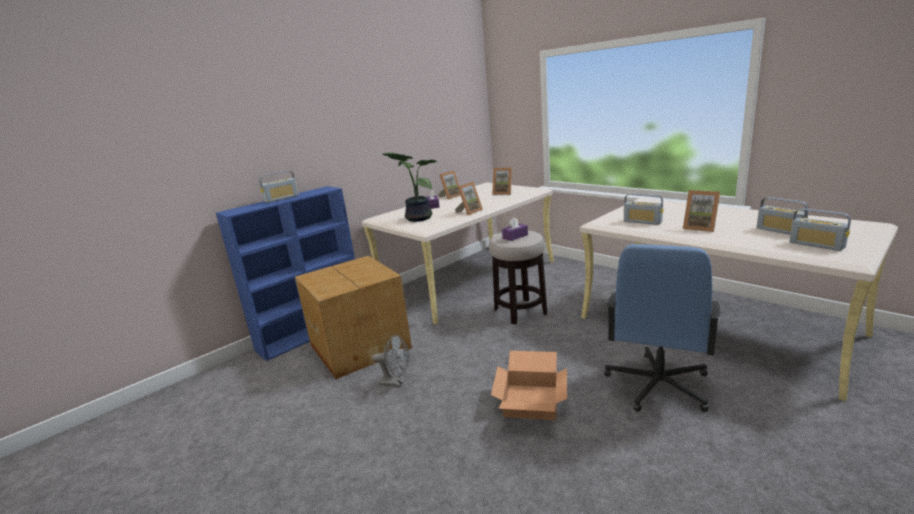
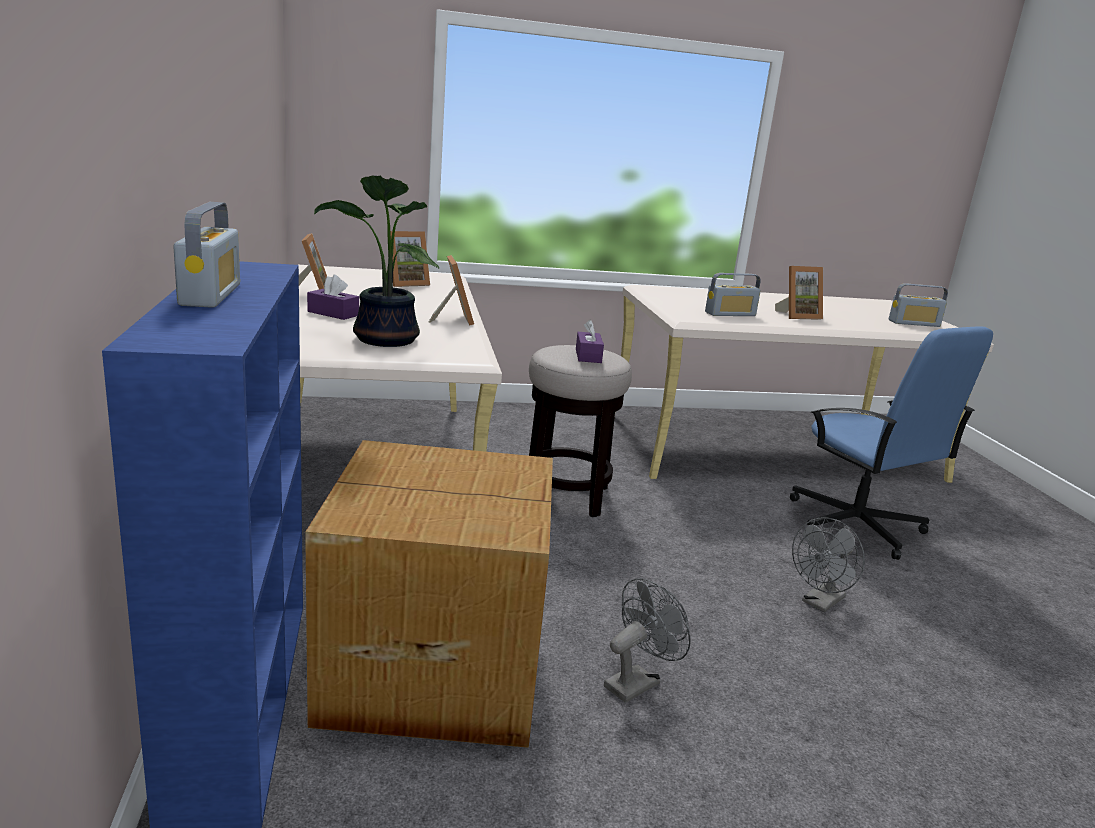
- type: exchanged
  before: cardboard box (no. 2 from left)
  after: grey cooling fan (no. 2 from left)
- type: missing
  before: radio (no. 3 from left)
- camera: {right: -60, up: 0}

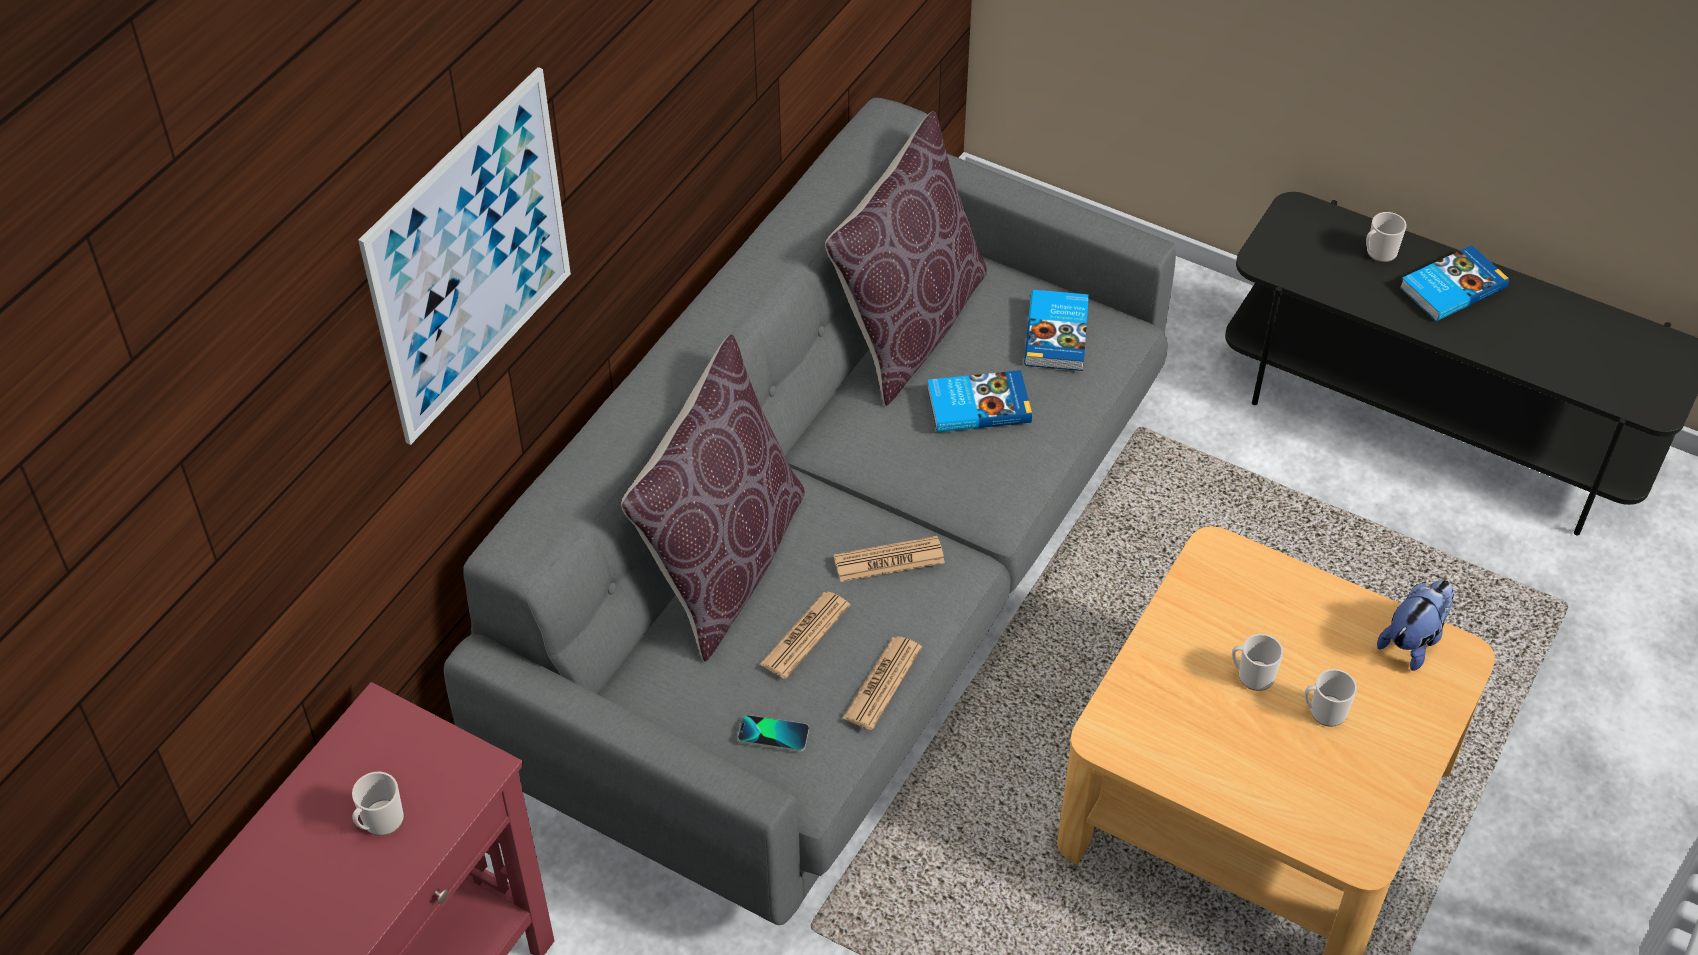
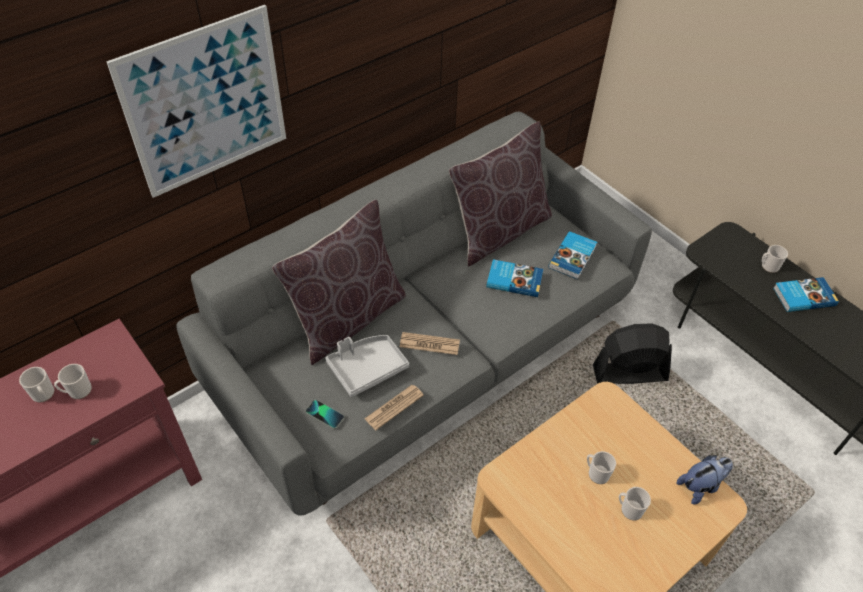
- type: appeared
  after: tea mug (no. 1 from left)
- type: exchanged
  before: newspaper (no. 1 from left)
  after: grey serving tray
- type: appeared
  after: black cooling fan
- camera: {right: 20, up: 0}

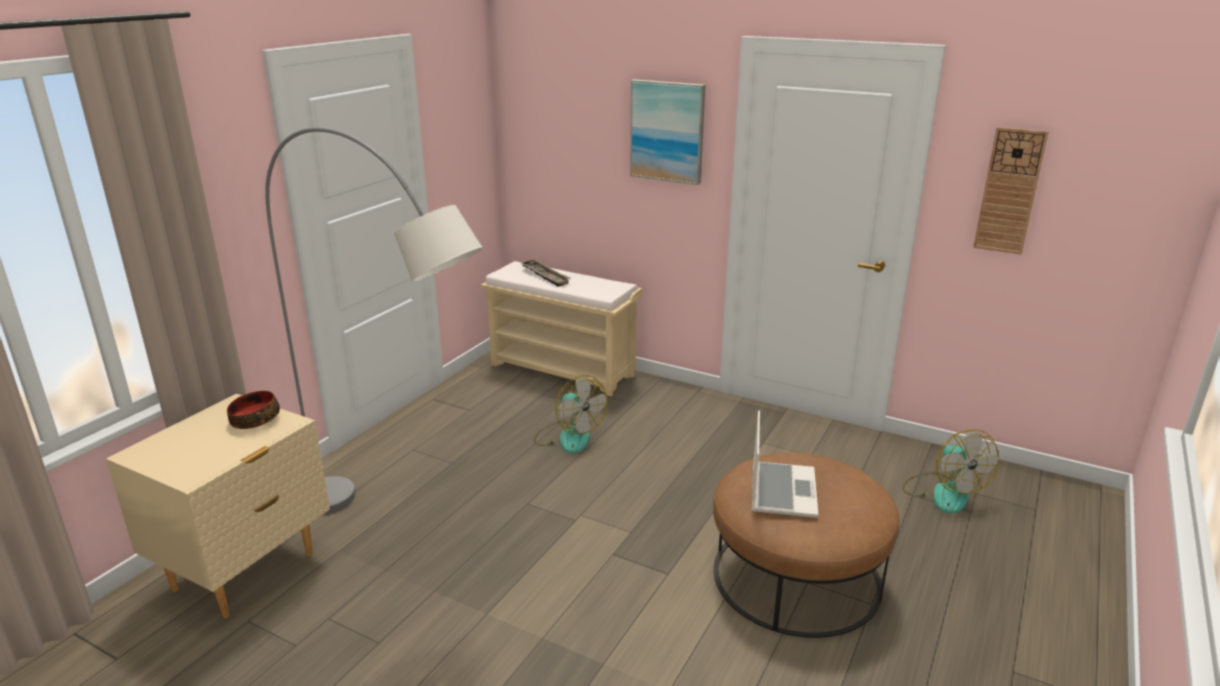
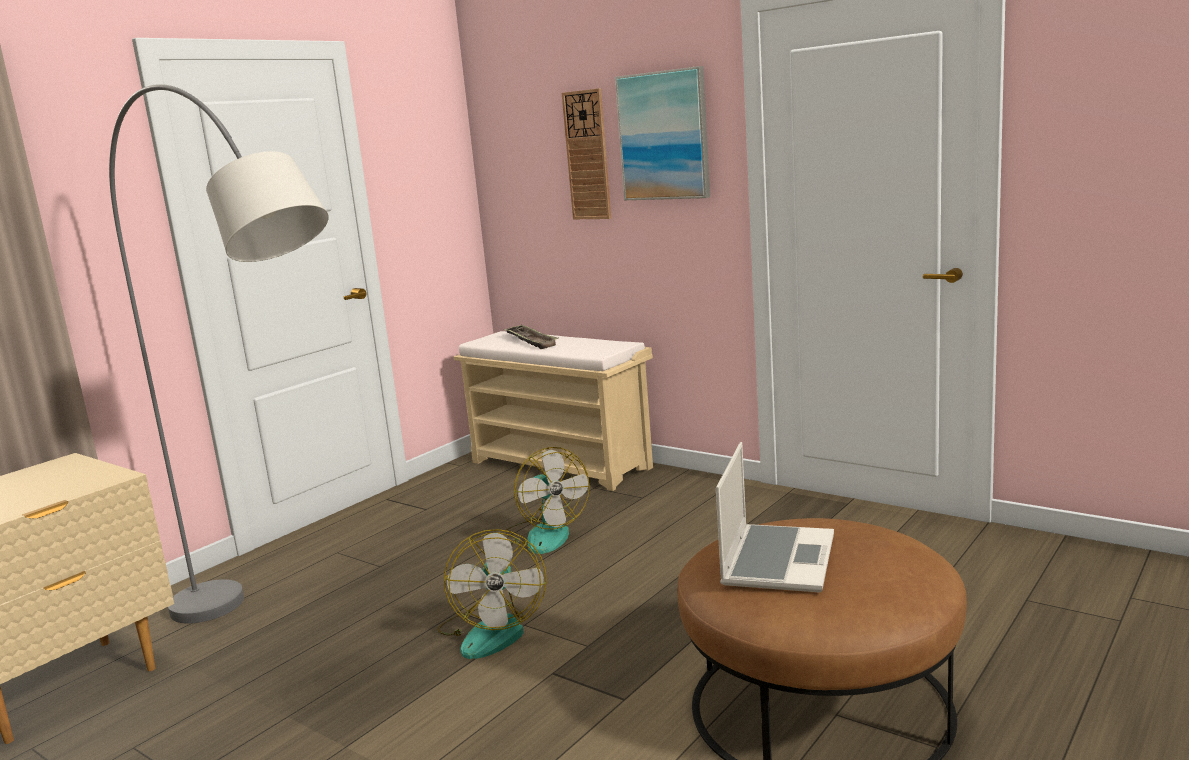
- type: relocated
  before: cooling fan (no. 2 from left in the first image)
  after: cooling fan (no. 1 from left)
- type: relocated
  before: wall clock
- type: missing
  before: serving bowl
- camera: {right: 10, up: -10}

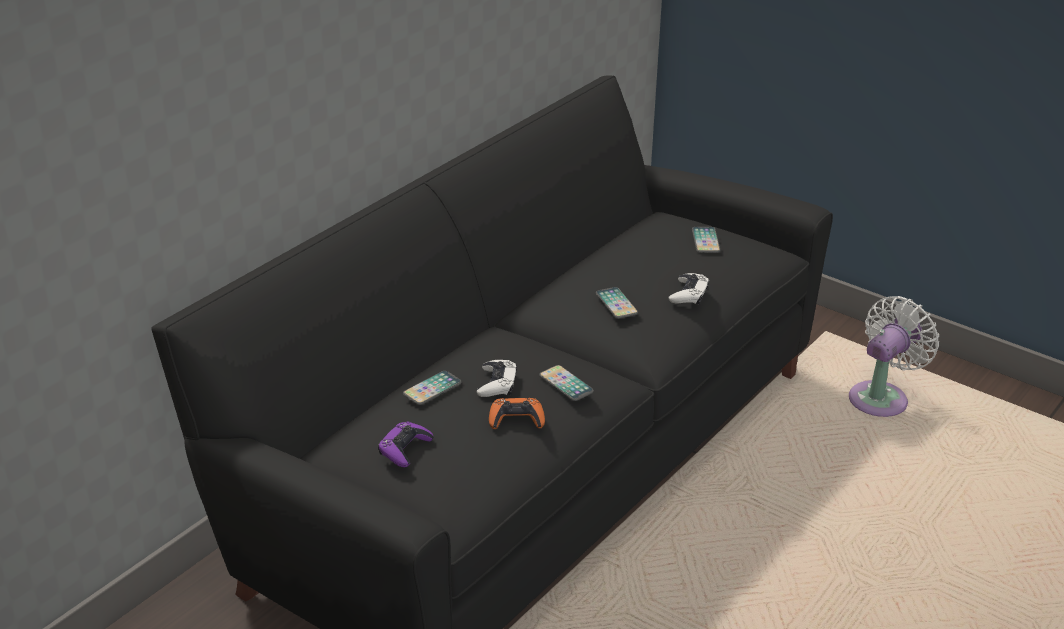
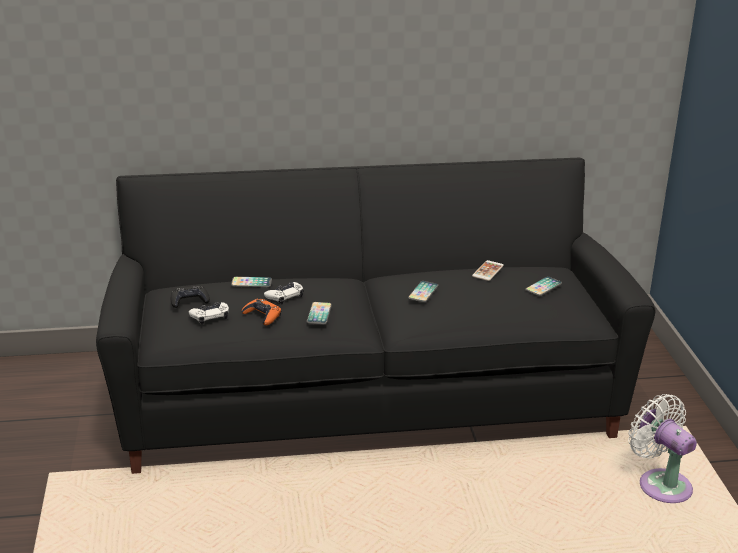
- type: colour
  before: purplish game controller
  after: black game controller
- type: relocated
  before: white-coloured game controller (no. 2 from left in the first image)
  after: white-coloured game controller (no. 1 from left)
- type: appeared
  after: phone (no. 4 from left)
- type: spun
  before: white-coloured cooling fan
  turn: -120
- camera: {right: 45, up: -5}

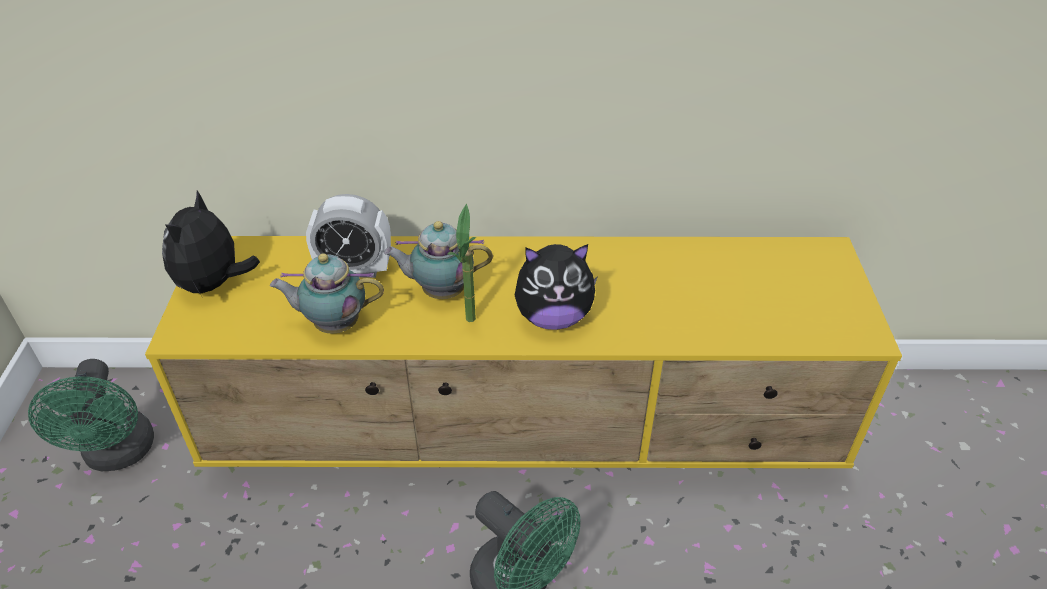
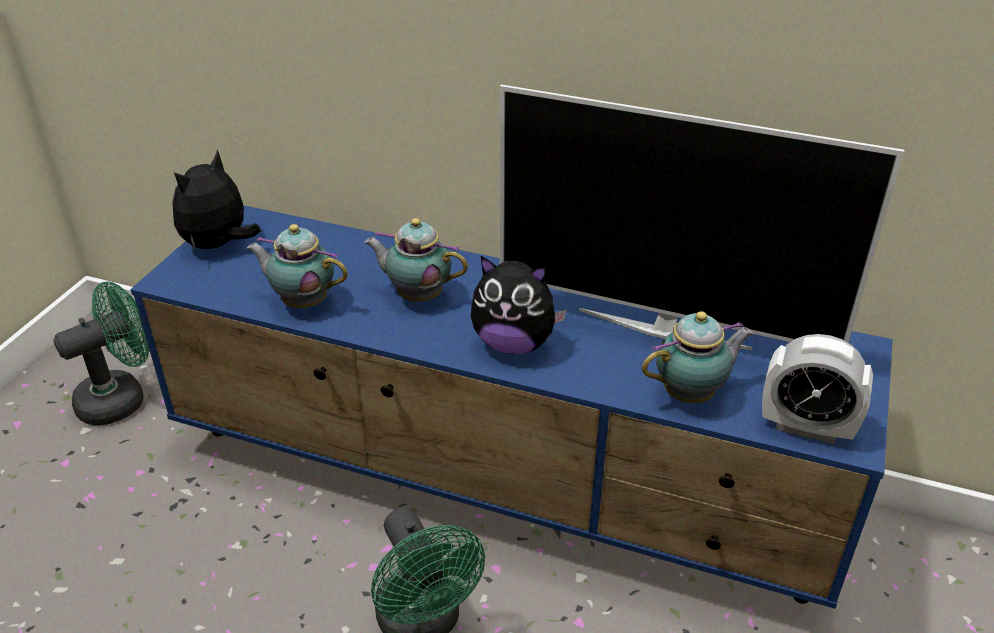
- type: spun
  before: green cooling fan (no. 1 from left)
  turn: -135
- type: colour
  before: yellow media console
  after: blue media console
- type: appeared
  after: television
- type: appeared
  after: pot for tea (no. 3 from left)
- type: relocated
  before: alarm clock
- type: missing
  before: houseplant
- camera: {right: 20, up: -5}

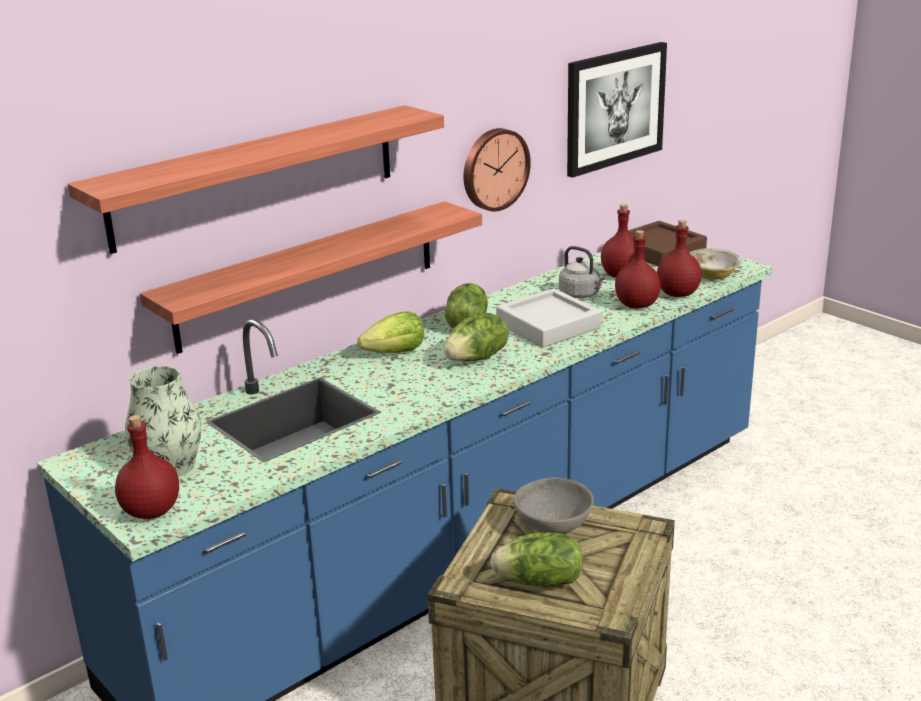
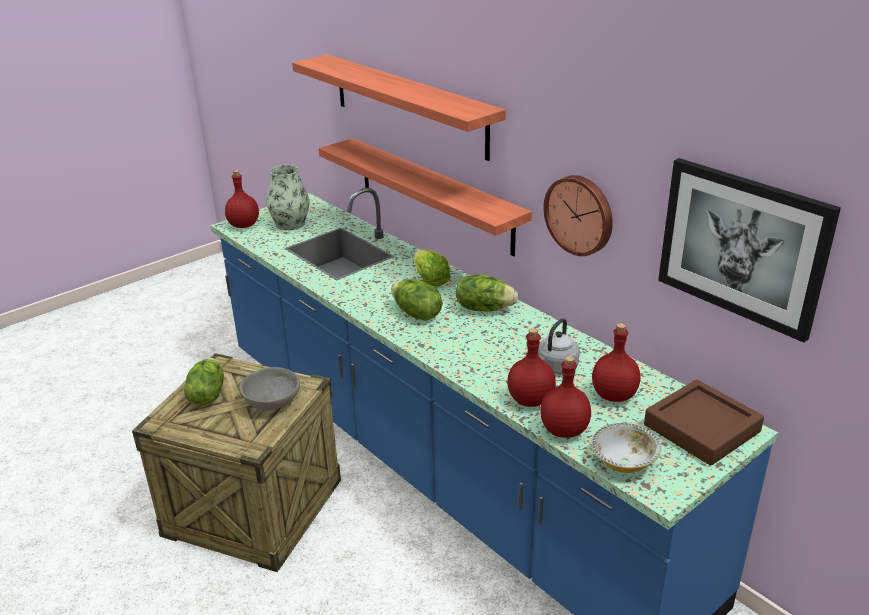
- type: missing
  before: grey serving tray
- camera: {right: 90, up: 5}

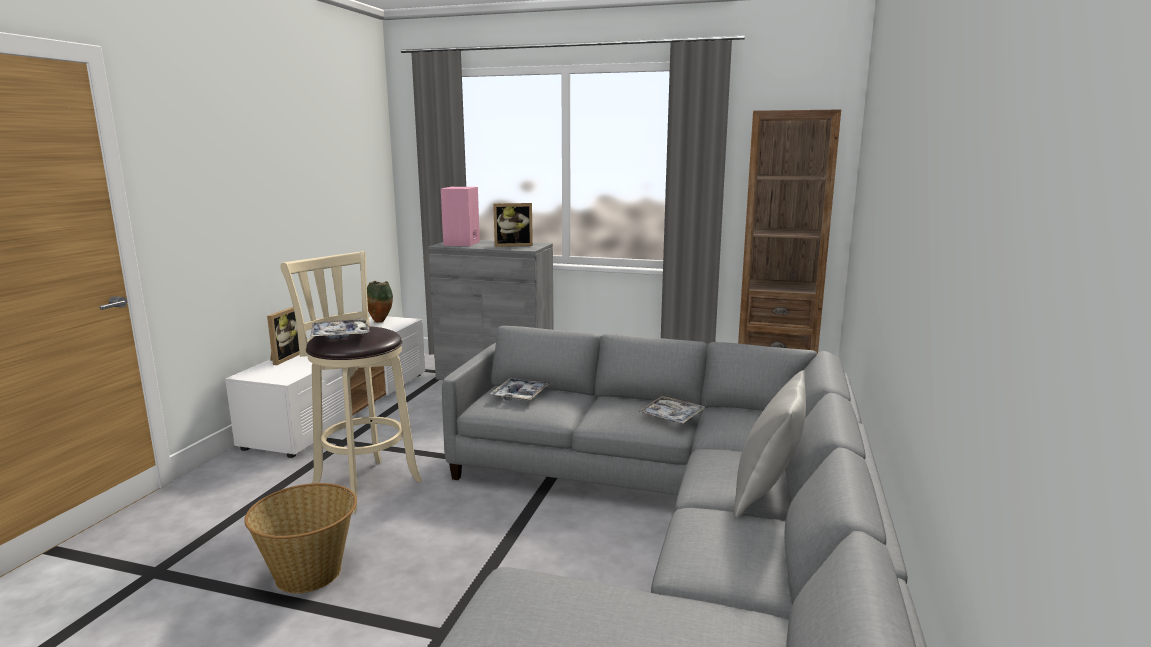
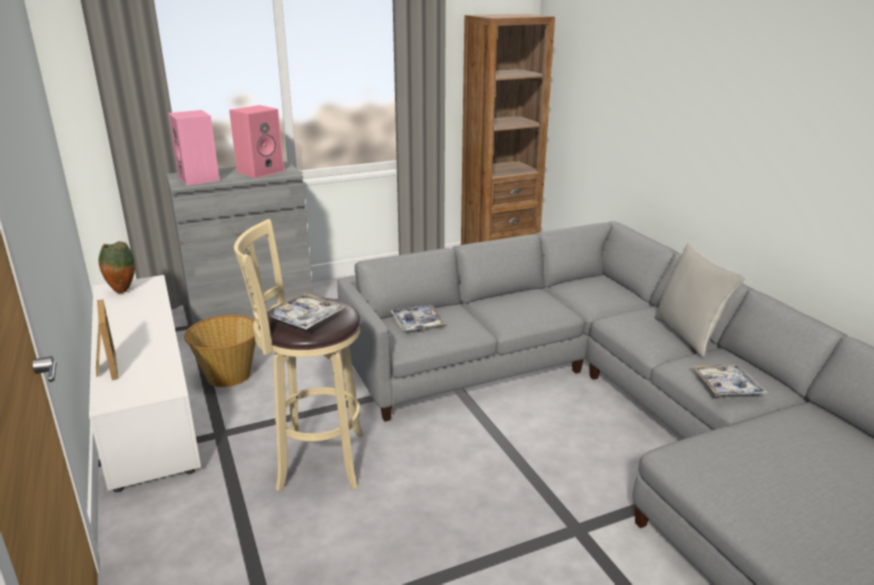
- type: relocated
  before: basket
- type: exchanged
  before: photo frame (no. 2 from left)
  after: pink-coloured audio speaker (no. 2 from left)
- type: relocated
  before: serving tray (no. 3 from left)
- camera: {right: -40, up: 10}

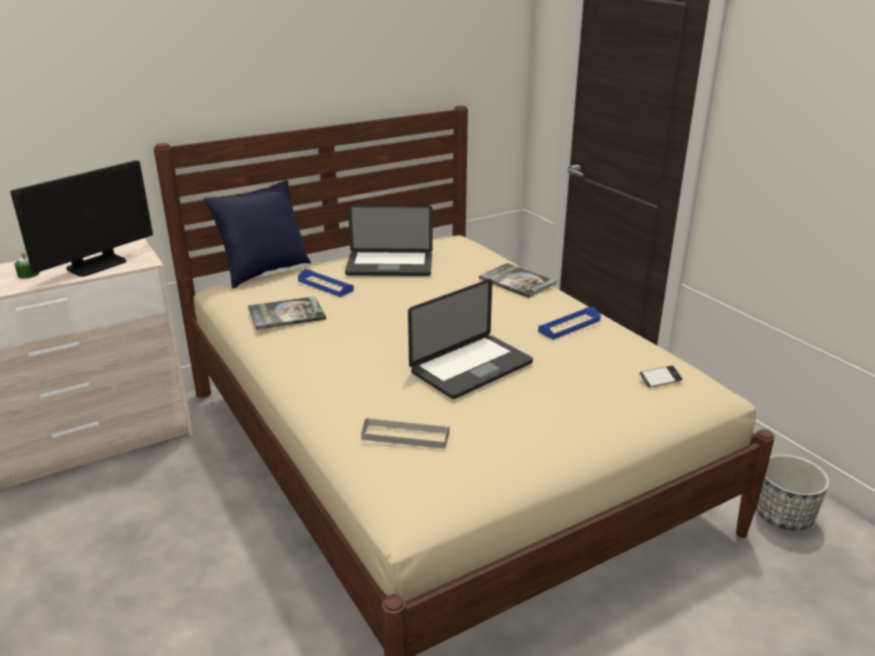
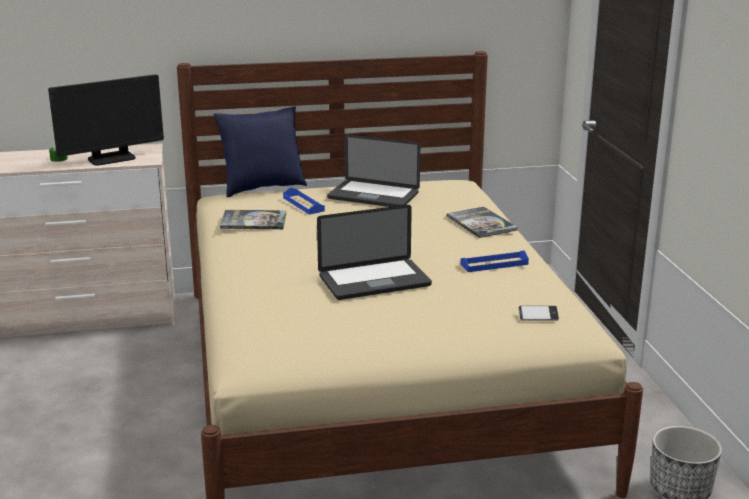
- type: missing
  before: grey serving tray
- camera: {right: 20, up: -5}

